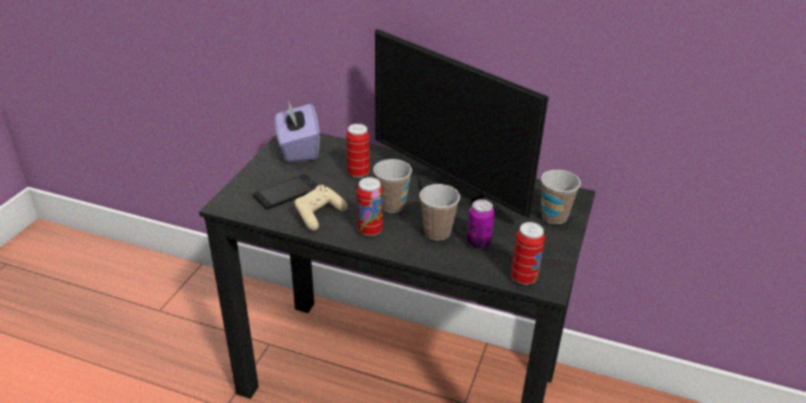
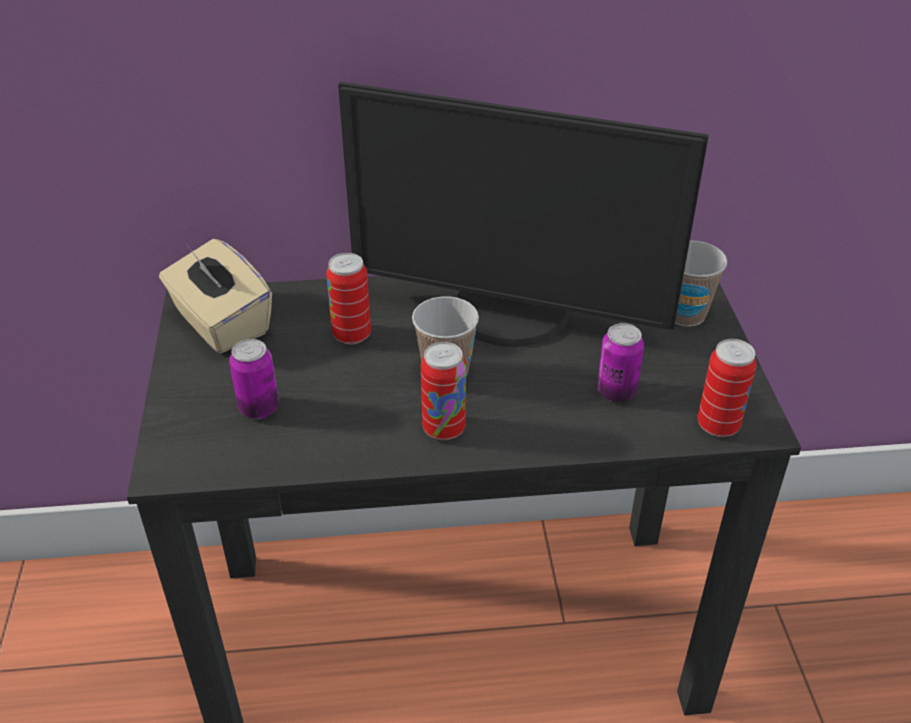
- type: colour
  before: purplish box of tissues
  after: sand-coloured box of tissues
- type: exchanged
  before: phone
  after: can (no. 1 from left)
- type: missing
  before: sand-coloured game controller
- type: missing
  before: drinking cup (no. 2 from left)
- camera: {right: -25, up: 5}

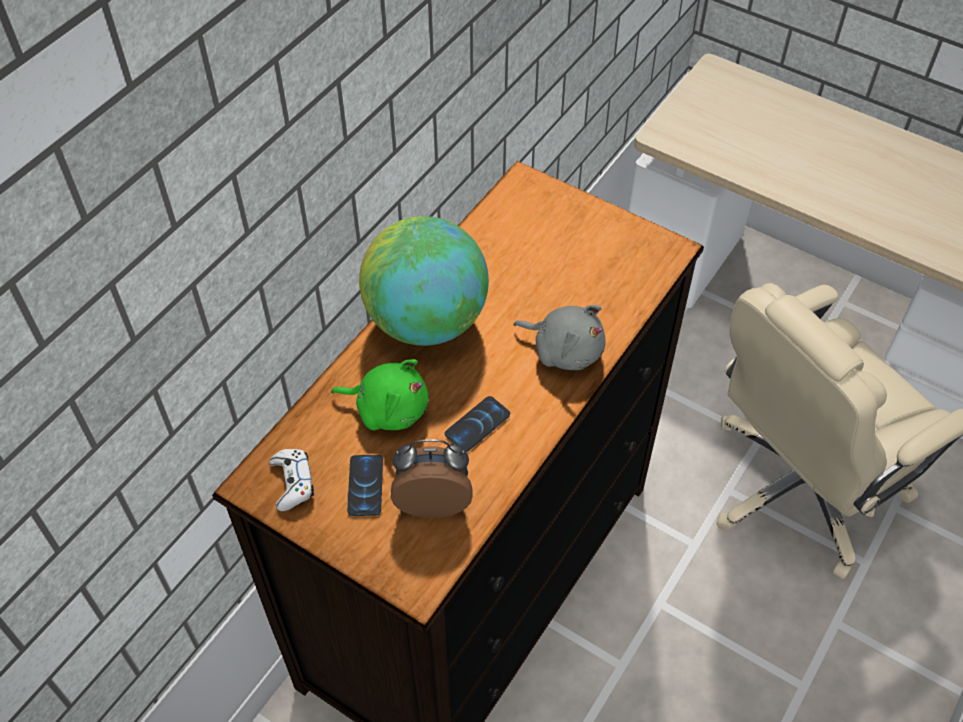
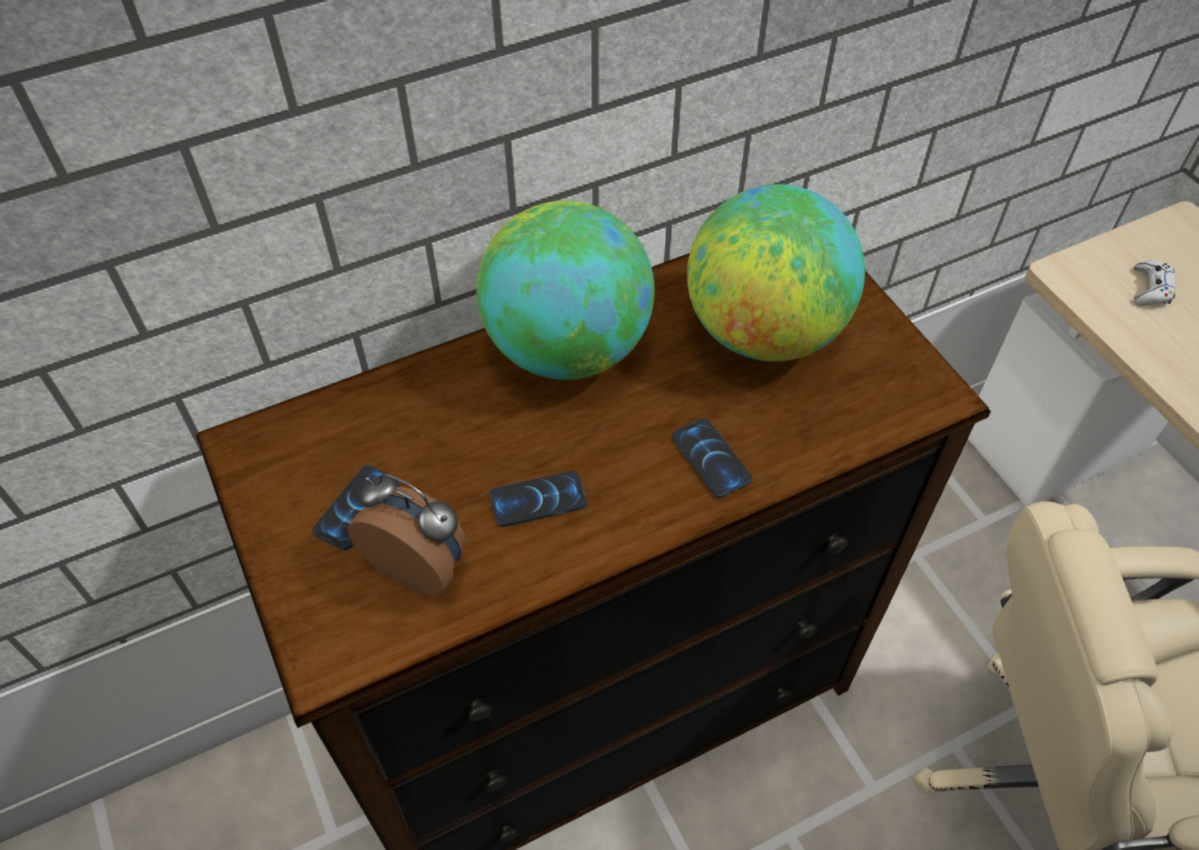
- type: exchanged
  before: grey cuddly toy
  after: phone (no. 3 from left)
- type: appeared
  after: desk globe (no. 2 from left)
- type: relocated
  before: white-coloured game controller
- type: missing
  before: green cuddly toy
- camera: {right: 30, up: 0}

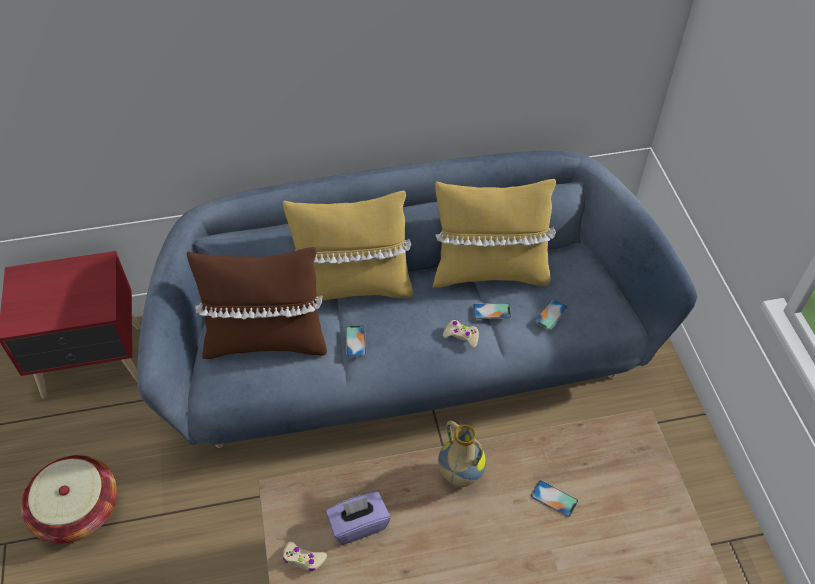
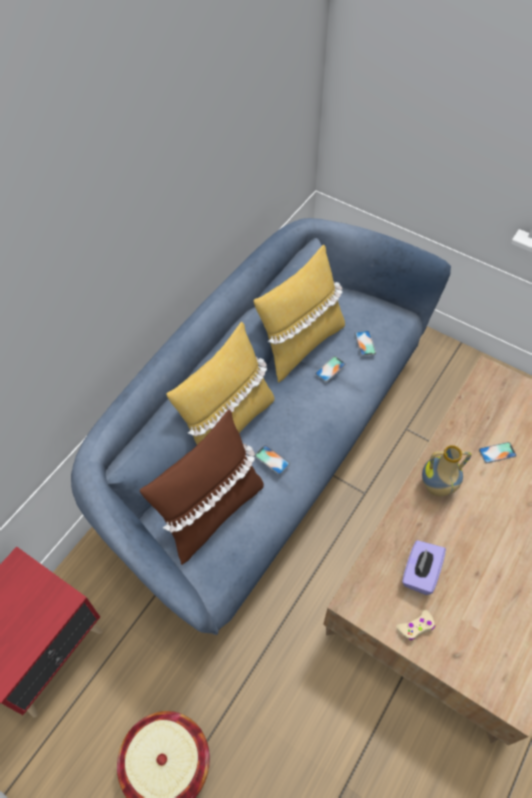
- type: missing
  before: sand-coloured game controller (no. 2 from left)
- camera: {right: -45, up: 5}

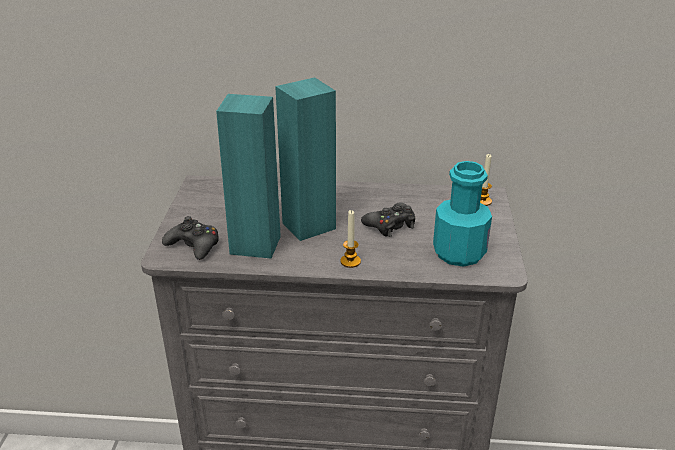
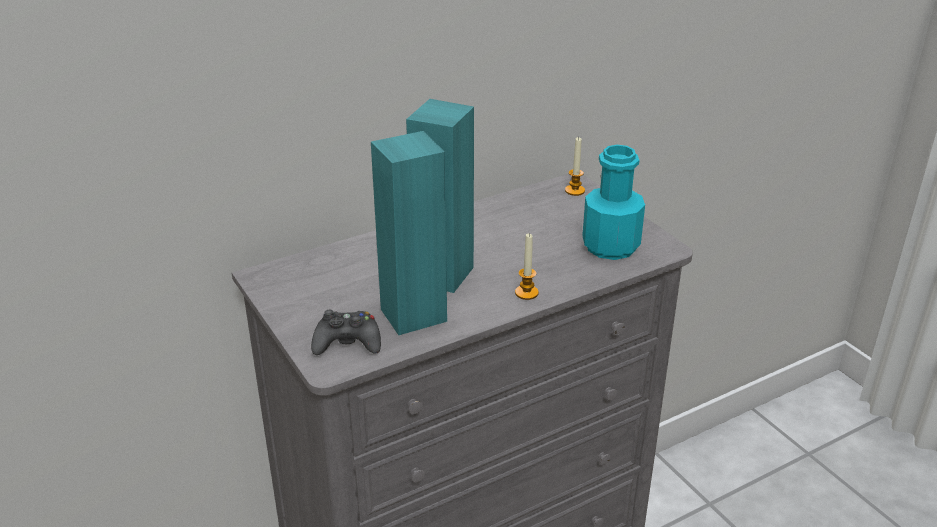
- type: missing
  before: black game controller (no. 2 from left)
- camera: {right: -35, up: 0}

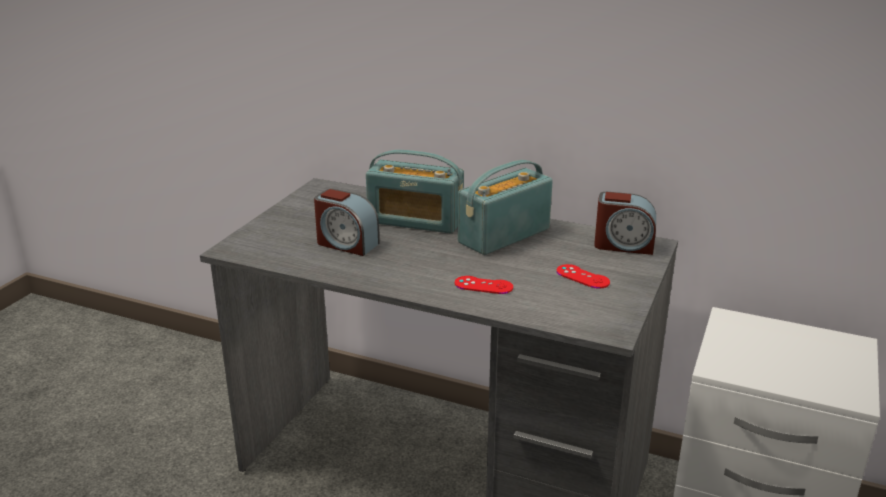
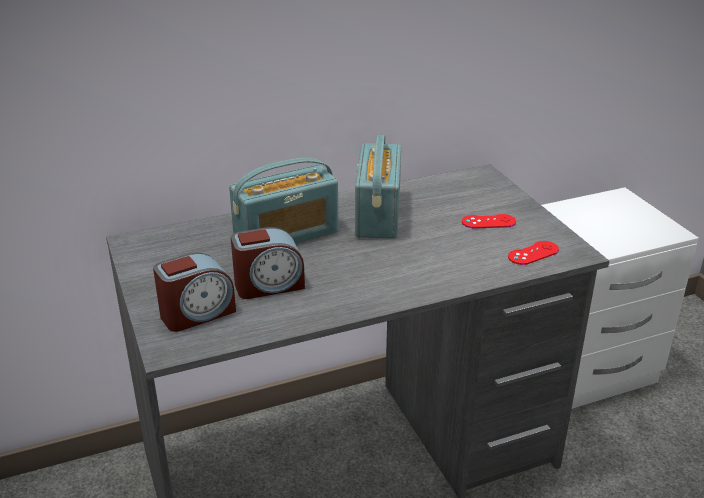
- type: relocated
  before: alarm clock (no. 2 from left in the first image)
  after: alarm clock (no. 1 from left)
- type: relocated
  before: red game controller (no. 1 from left in the first image)
  after: red game controller (no. 2 from left)
- camera: {right: -45, up: 5}

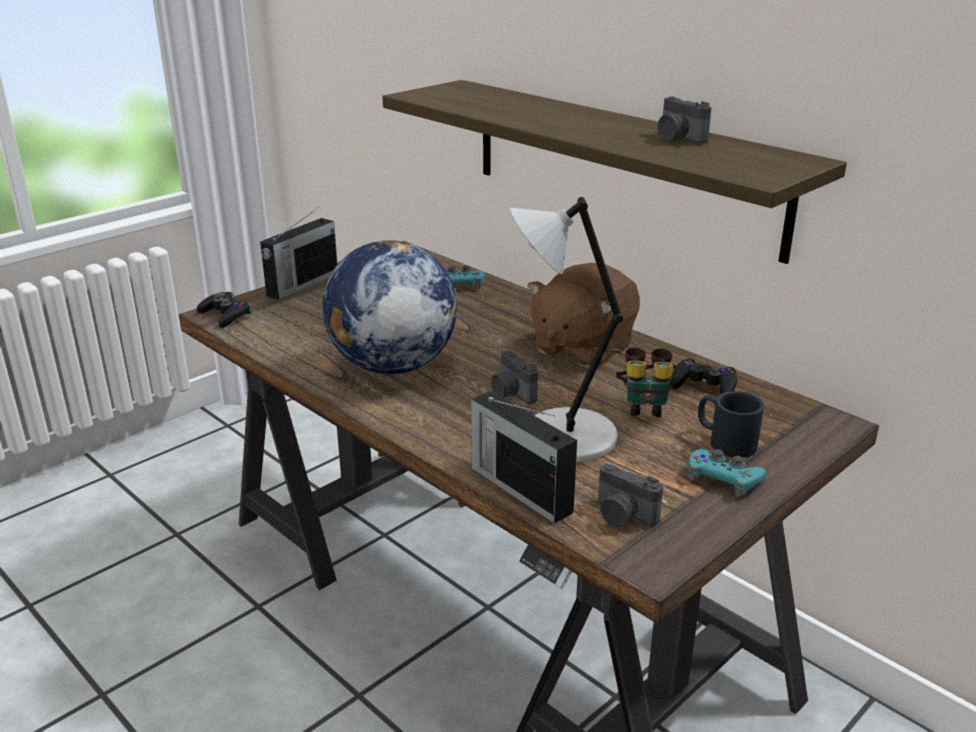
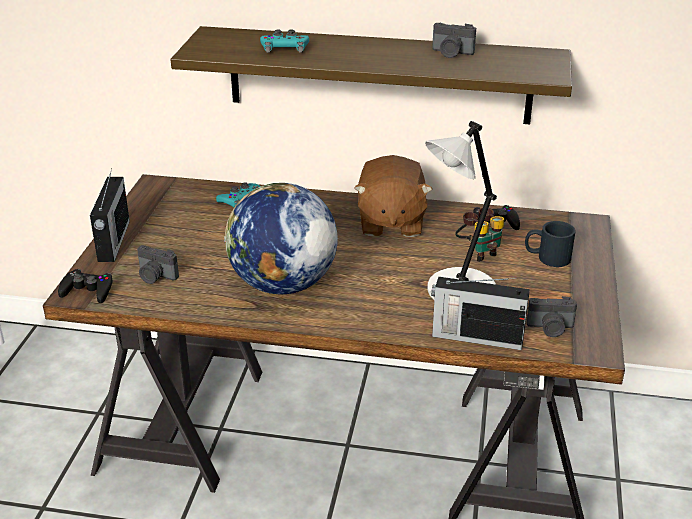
- type: relocated
  before: photo camera (no. 1 from left)
- type: relocated
  before: blue-green game controller (no. 2 from left)
- camera: {right: -35, up: 5}

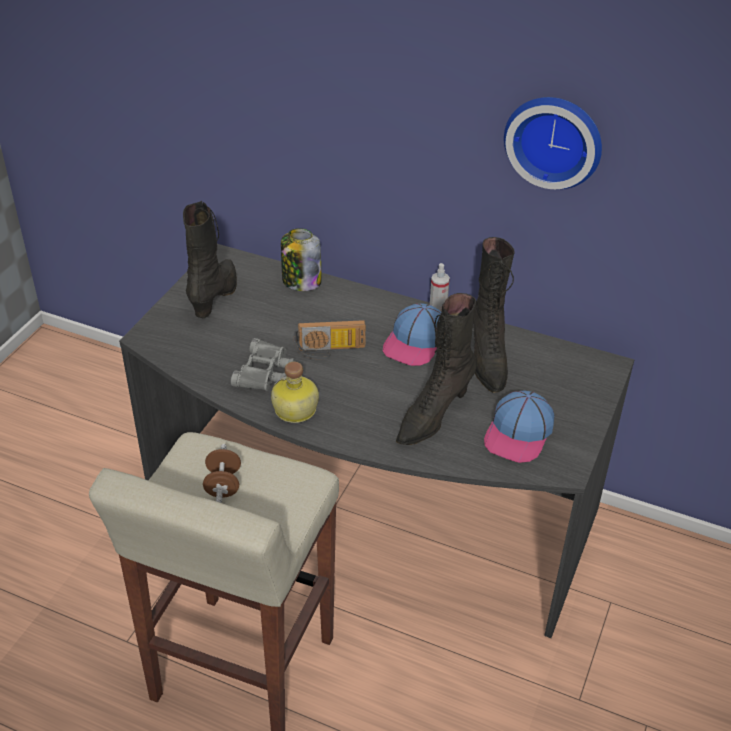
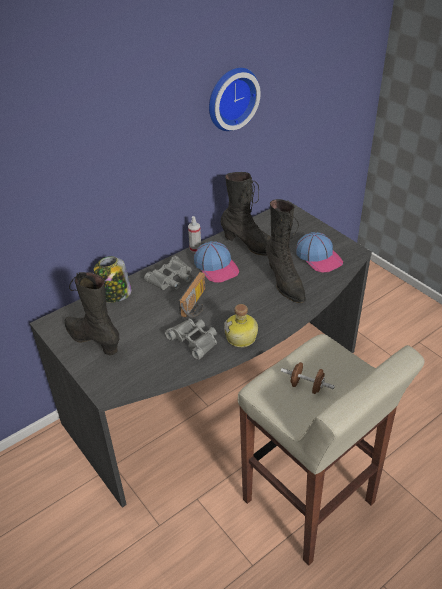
- type: appeared
  after: grey binoculars (no. 1 from left)
- camera: {right: -60, up: 0}

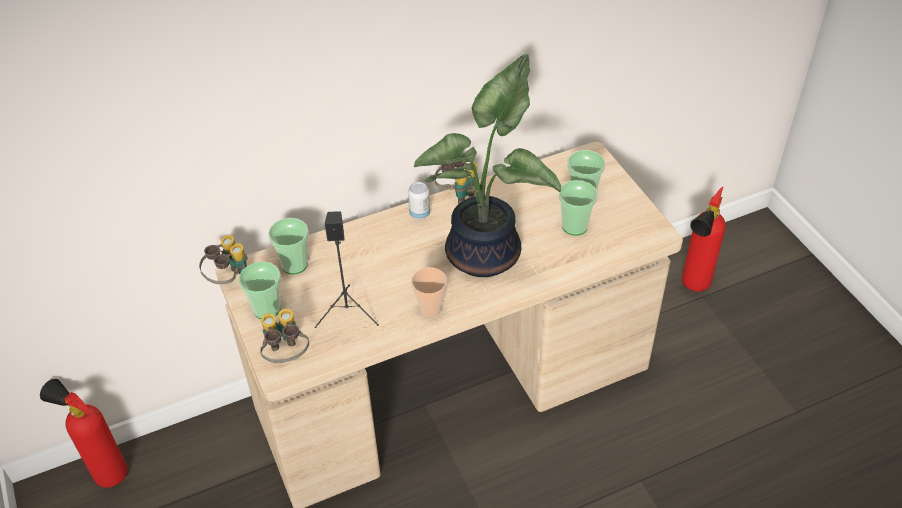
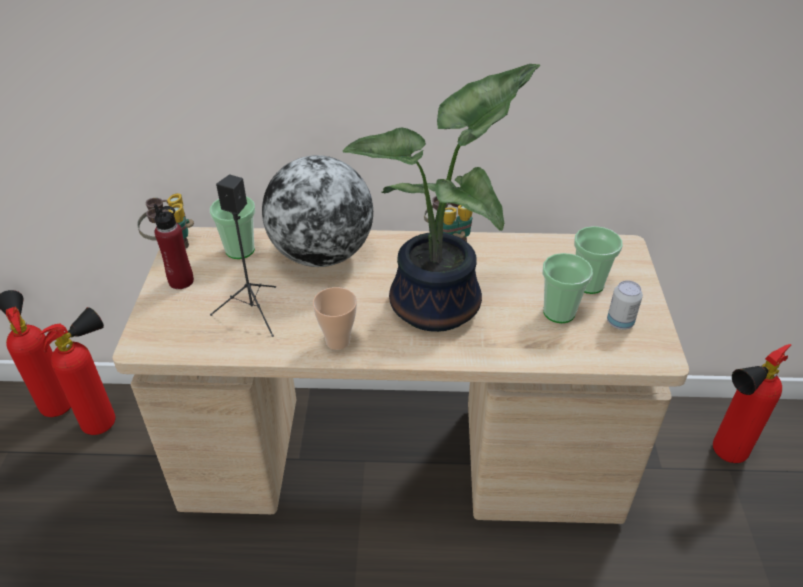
- type: appeared
  after: fire extinguisher (no. 2 from left)
- type: exchanged
  before: drinking cup (no. 1 from left)
  after: red bottle
- type: appeared
  after: desk globe
- type: relocated
  before: can
- type: missing
  before: binoculars (no. 2 from left)
- camera: {right: 25, up: -5}

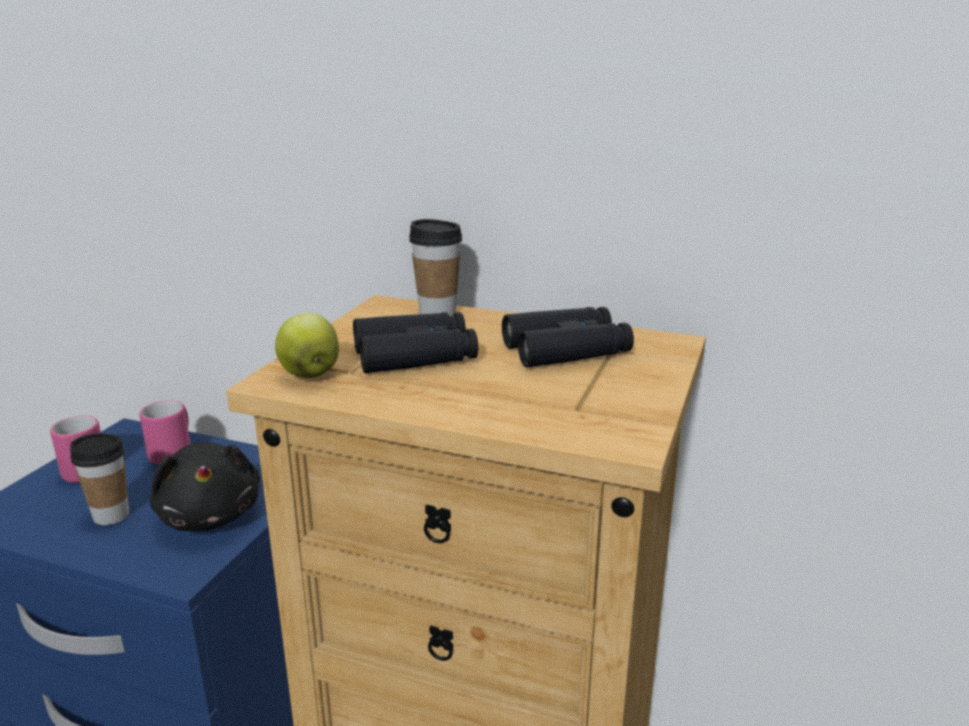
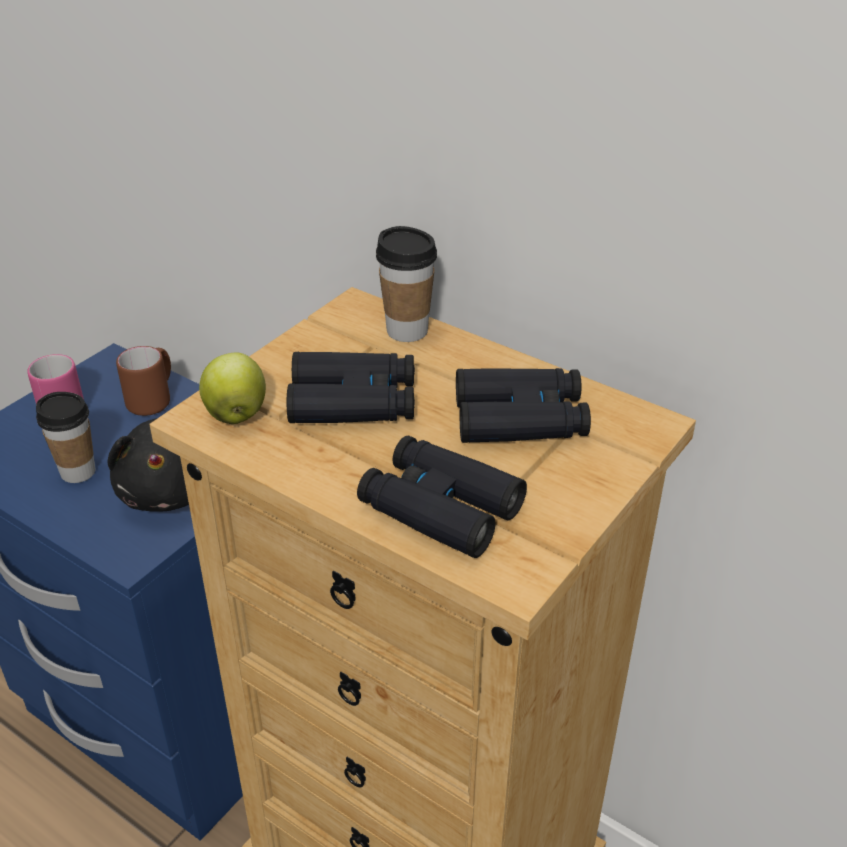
- type: colour
  before: pink-coloured tea mug (no. 2 from left)
  after: brown tea mug
- type: appeared
  after: black binoculars (no. 2 from left)
- camera: {right: 15, up: 15}

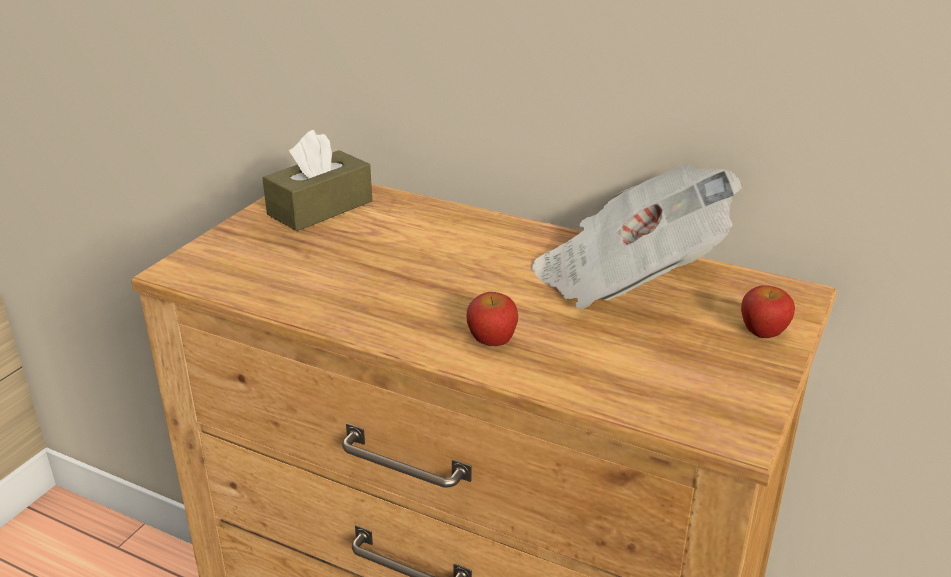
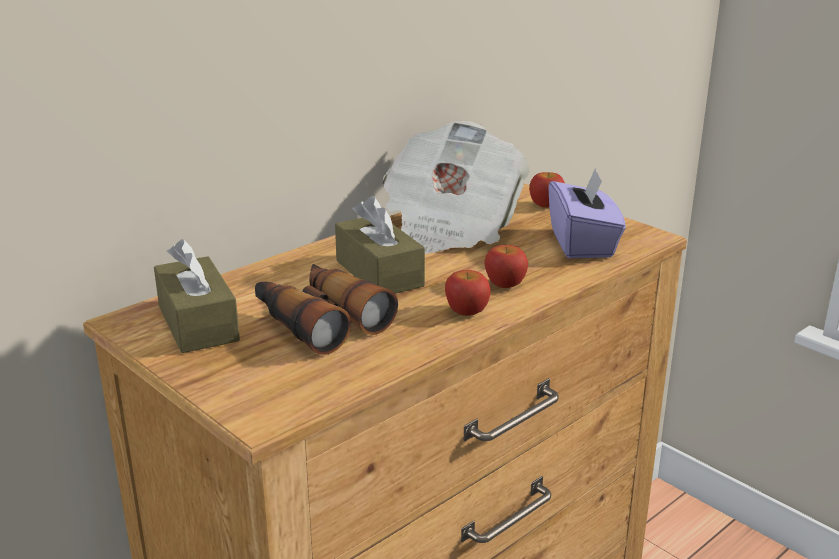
- type: appeared
  after: binoculars
- type: appeared
  after: brown box of tissues (no. 2 from left)
- type: appeared
  after: whole apple (no. 1 from left)
- type: appeared
  after: purplish box of tissues
- camera: {right: -70, up: -5}

